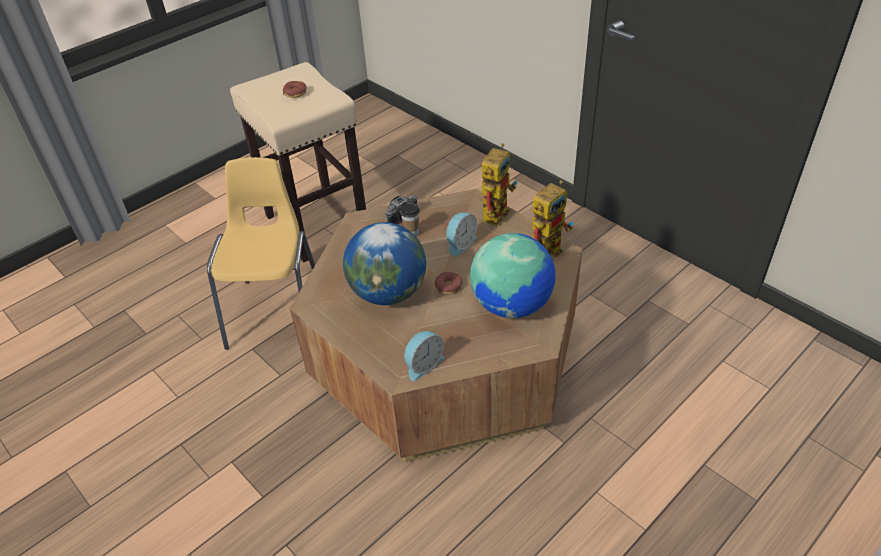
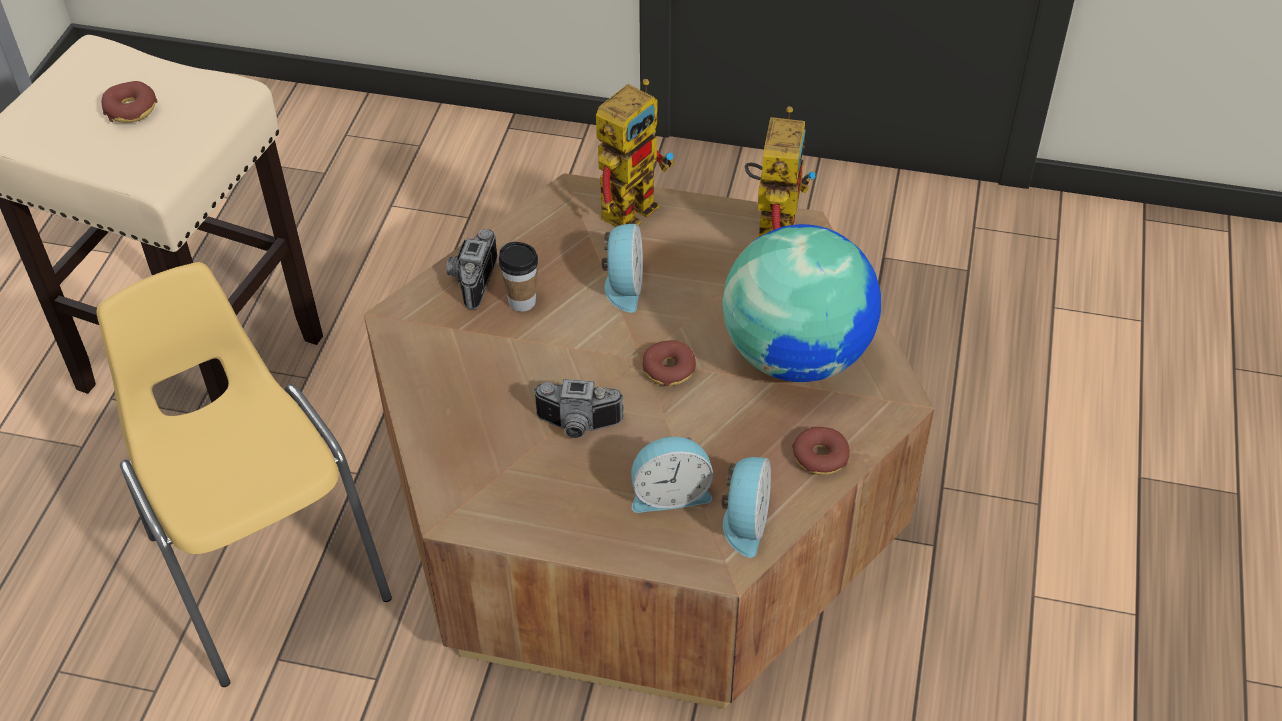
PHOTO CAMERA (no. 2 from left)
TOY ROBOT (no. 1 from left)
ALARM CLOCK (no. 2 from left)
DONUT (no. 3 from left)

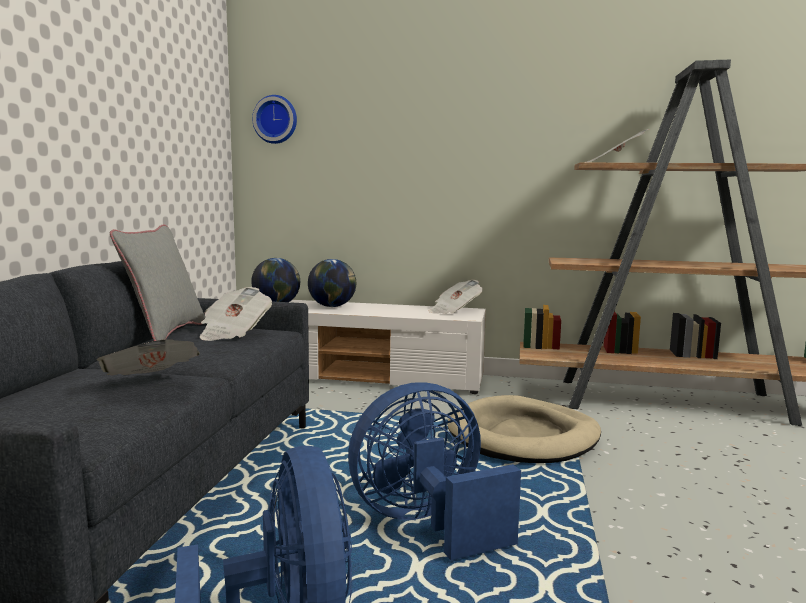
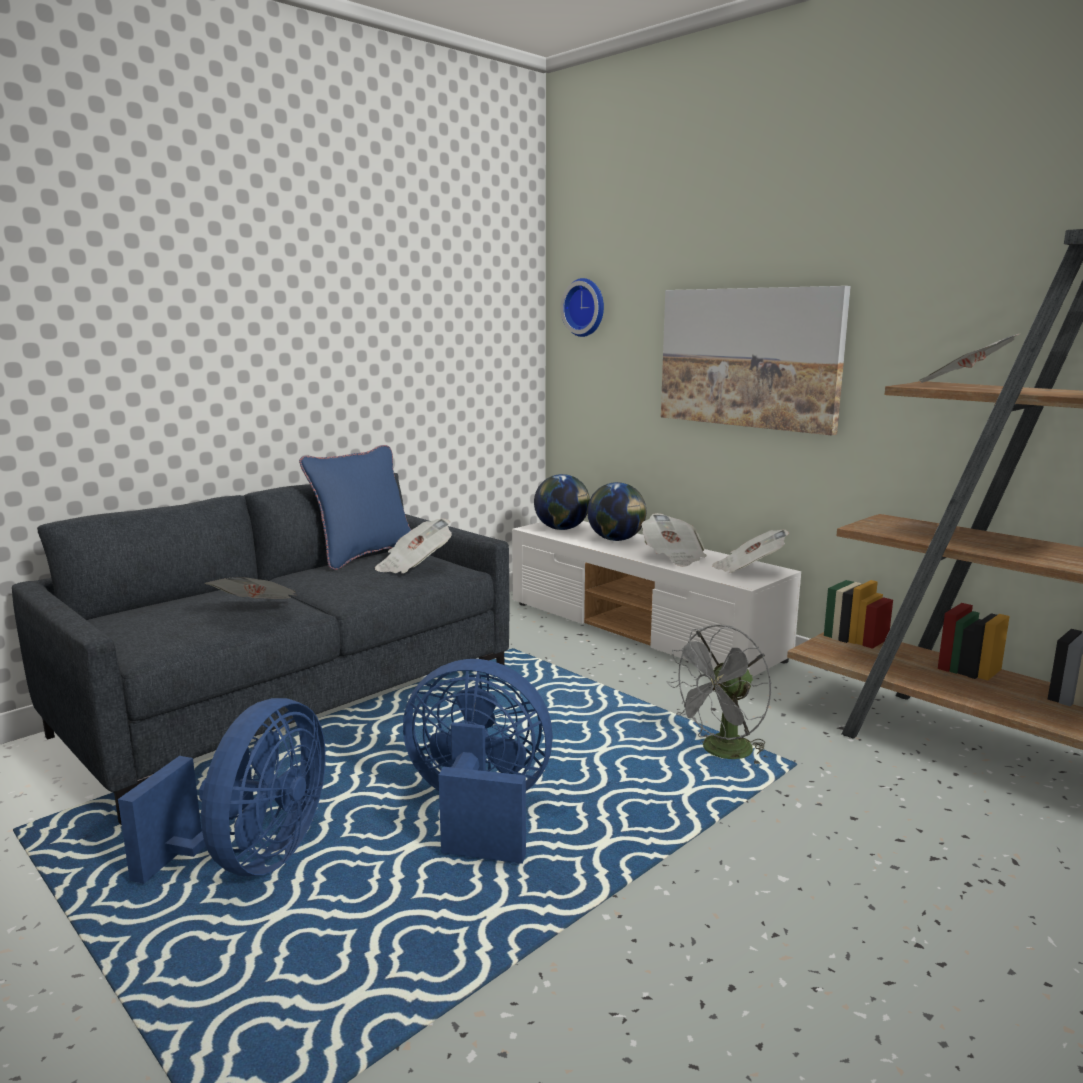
BLUE PILLOW
GREY FAN
NEWSPAPER (no. 3 from left)
PICTURE

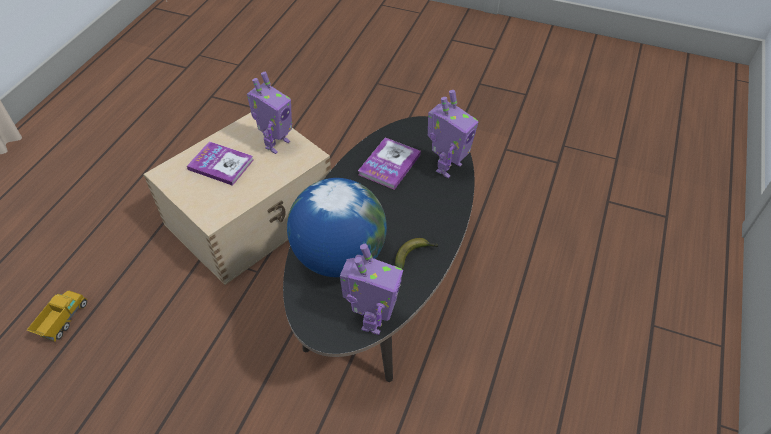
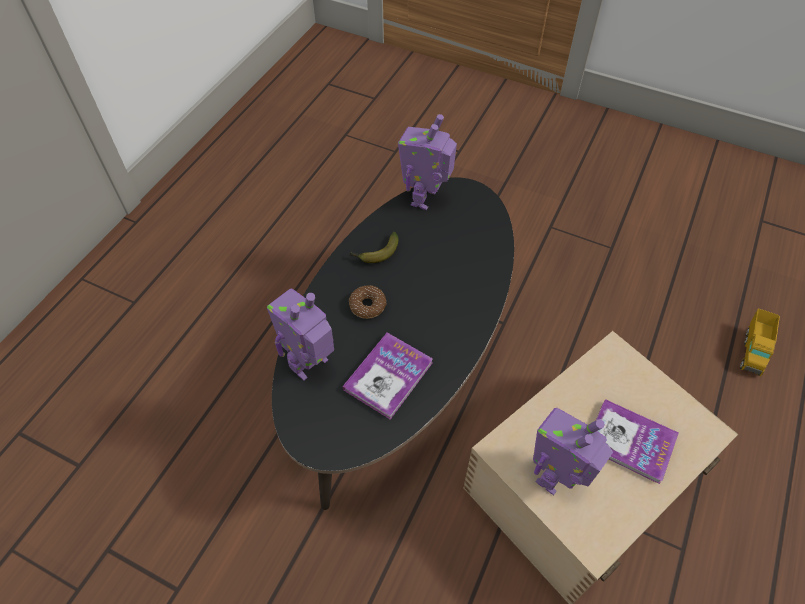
GLOBE
DONUT

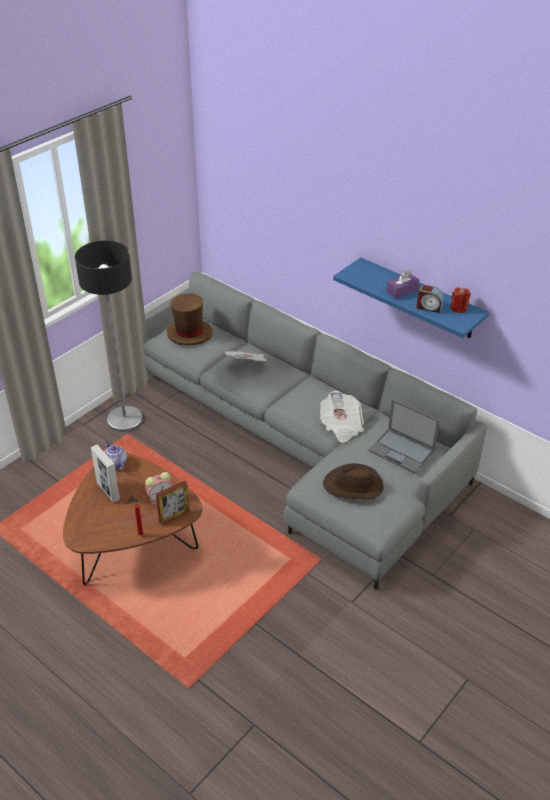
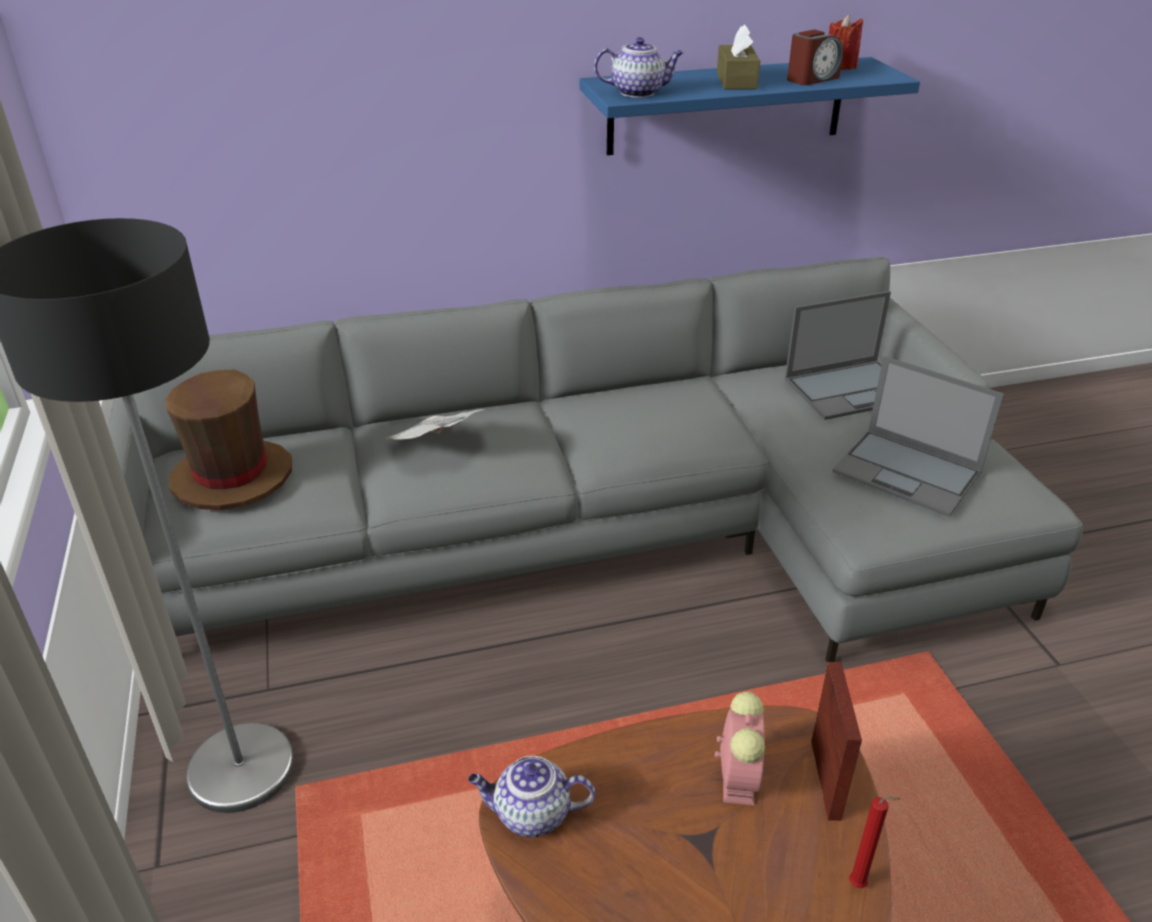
PICTURE FRAME (no. 1 from left in the first image)
NEWSPAPER (no. 2 from left in the first image)
LAPTOP (no. 2 from left)
BROWN TISSUE BOX
TEAPOT (no. 2 from left)

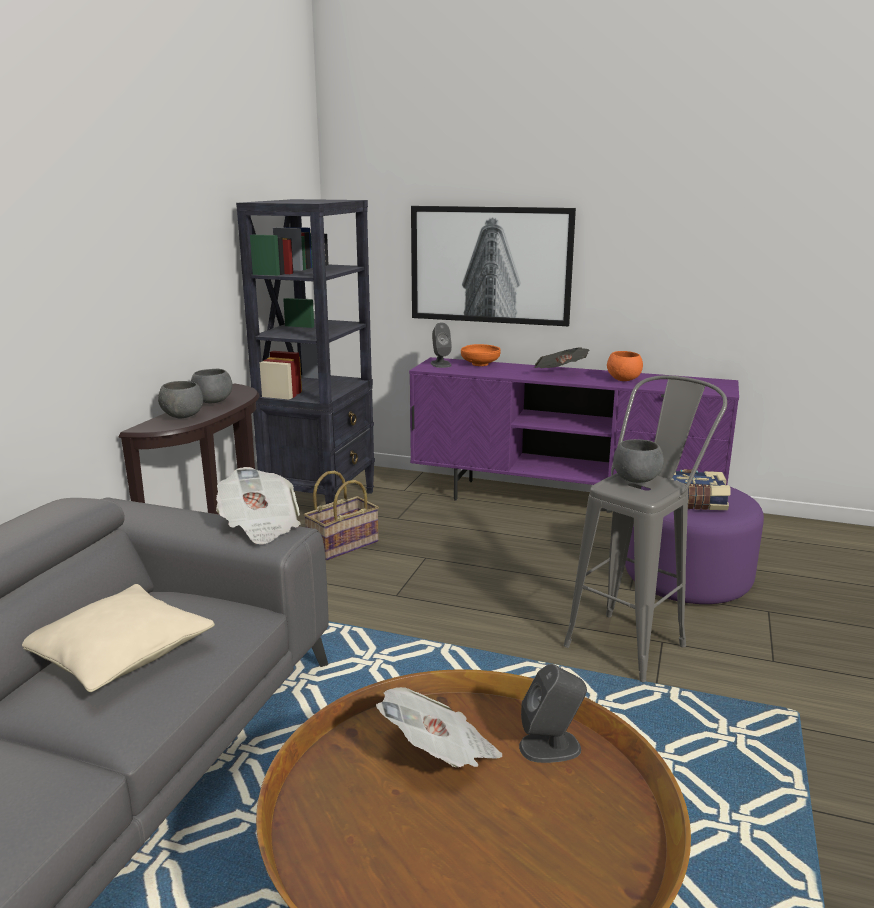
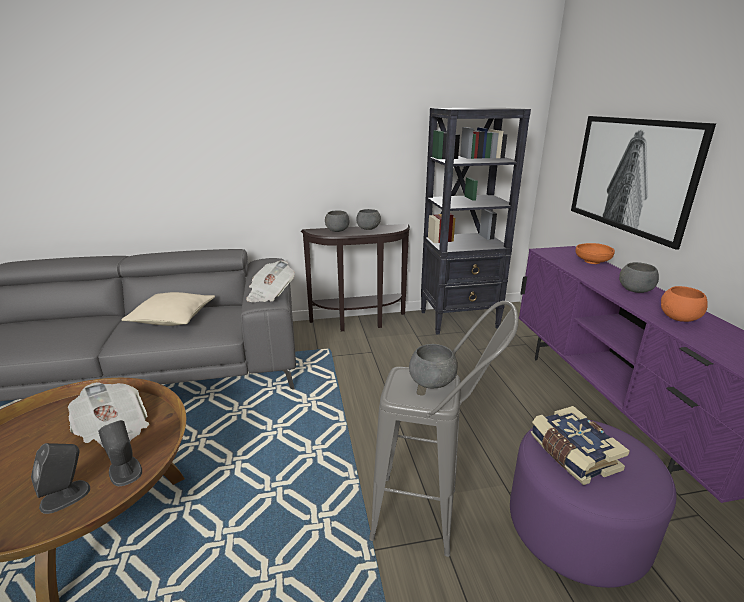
BASKET
GREY SPEAKER (no. 1 from left)
GREY BOWL (no. 4 from left)

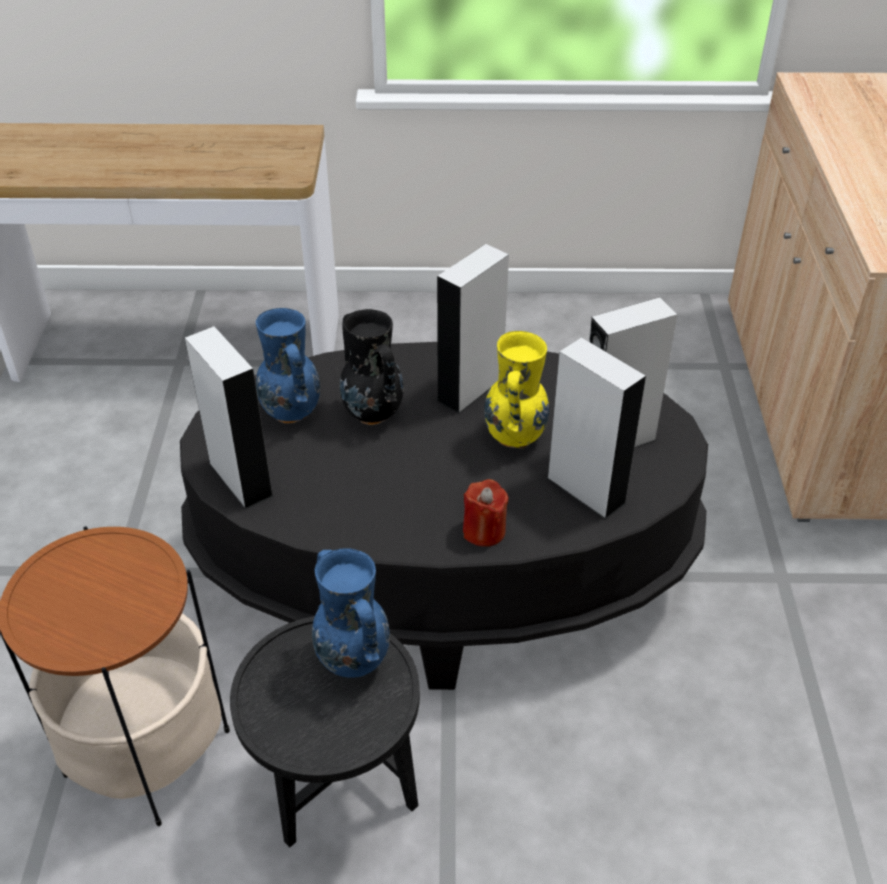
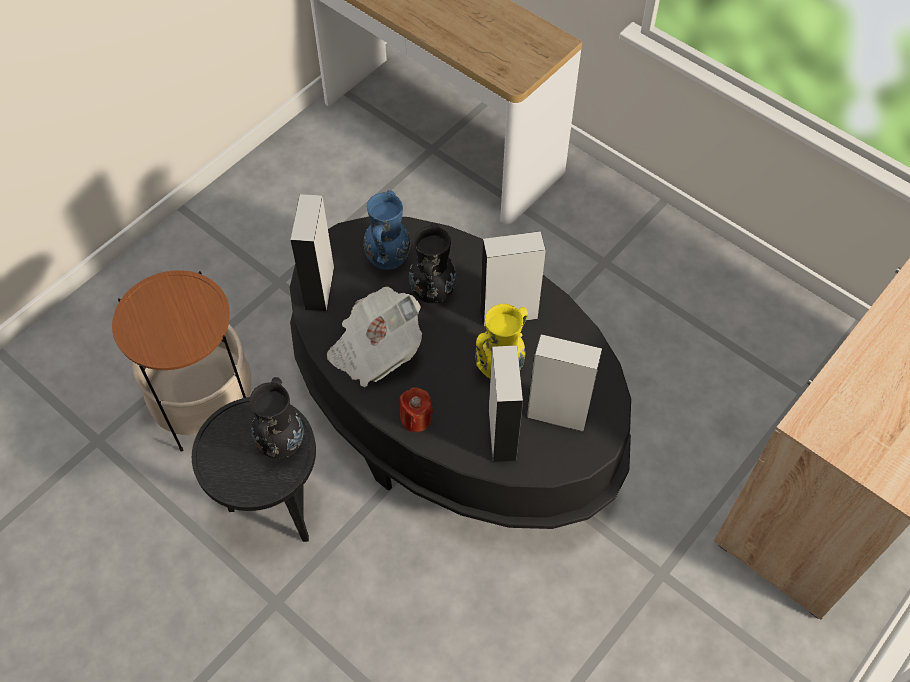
BLACK VASE (no. 1 from left)
NEWSPAPER

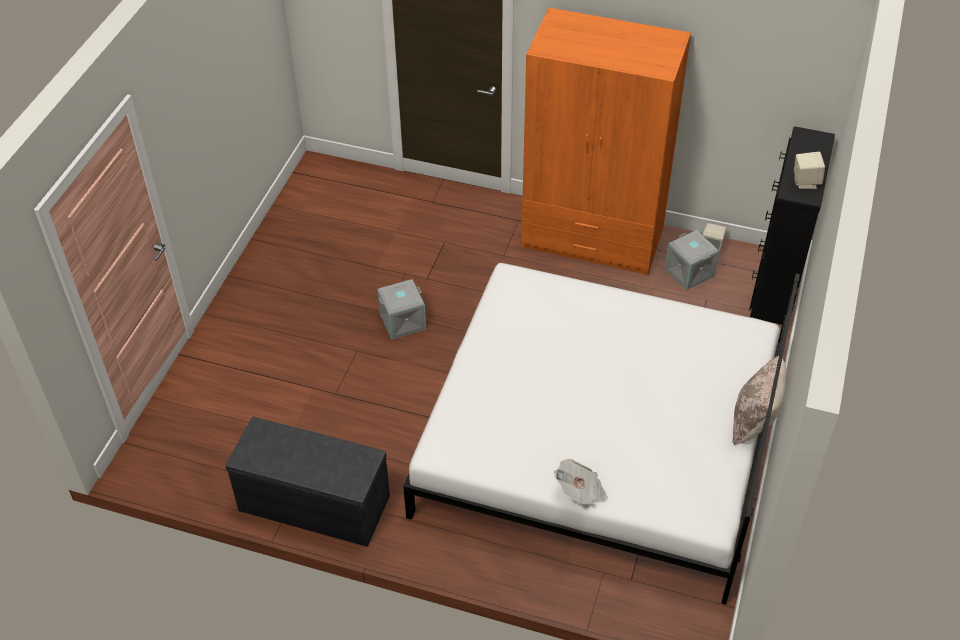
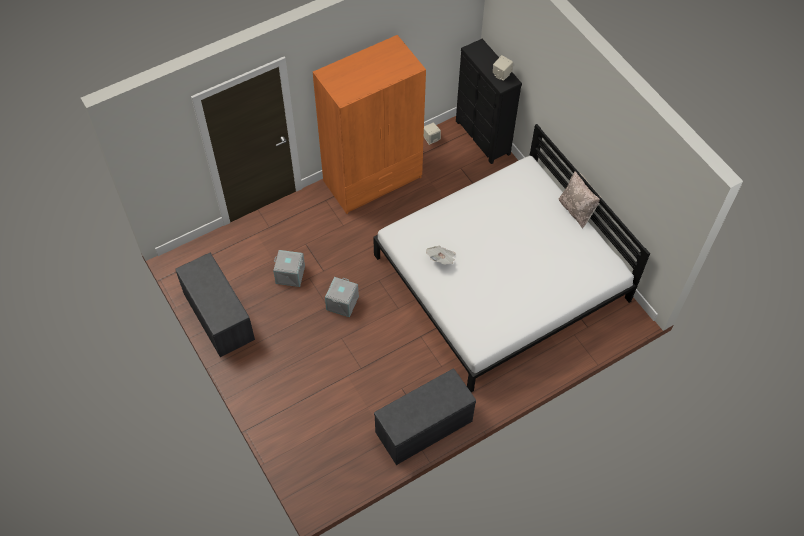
NEWSPAPER
GREY STORAGE BOX (no. 1 from left)
GREY BENCH (no. 1 from left)

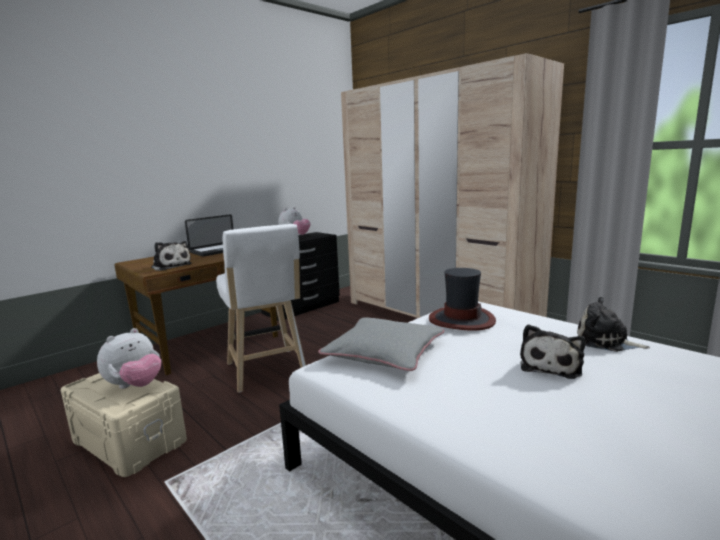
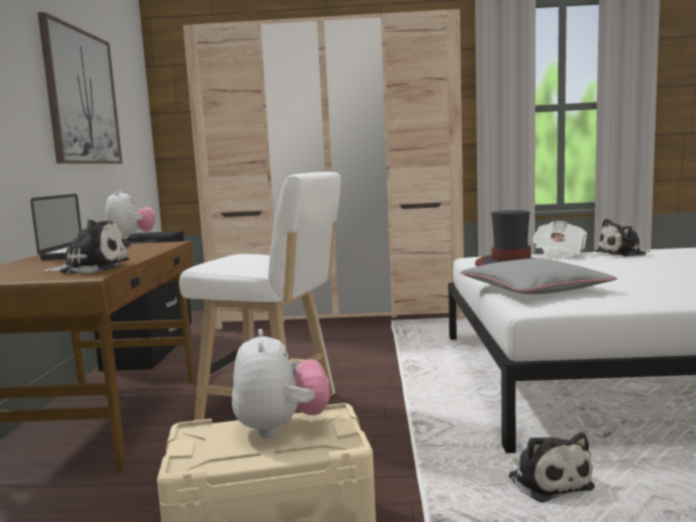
PLUSH TOY (no. 4 from left)
PICTURE
NEWSPAPER

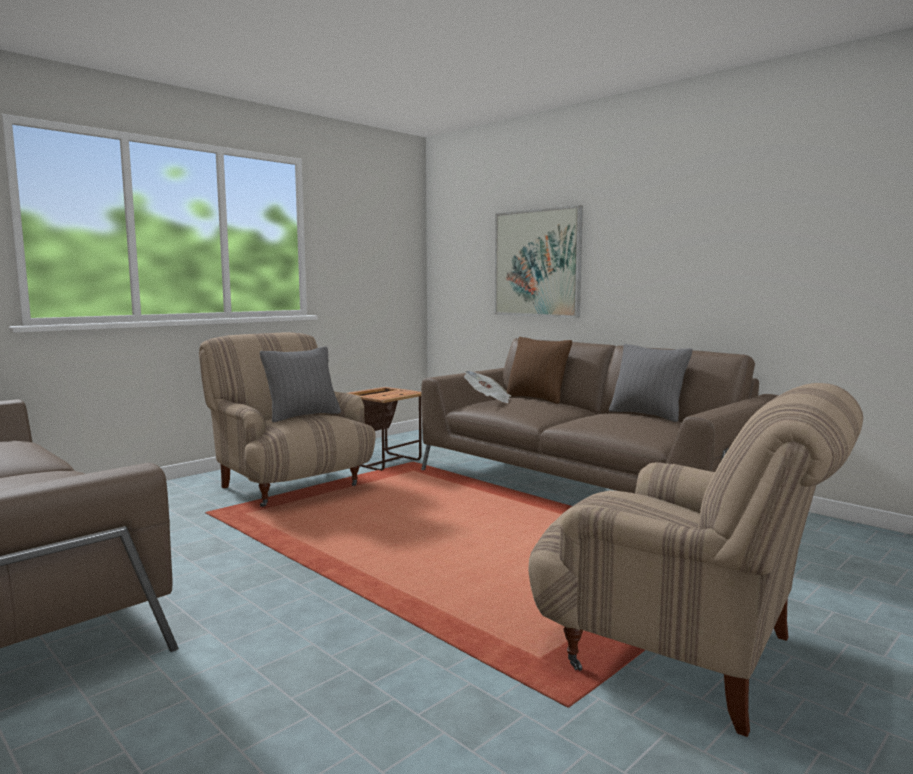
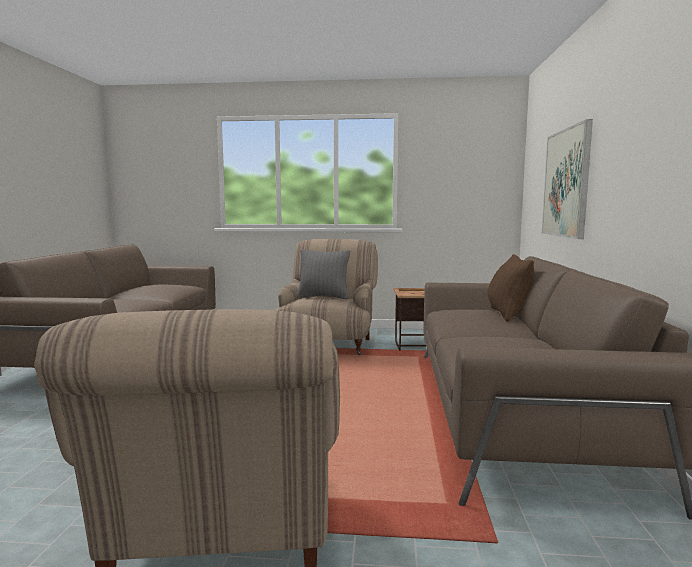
NEWSPAPER
GREY PILLOW (no. 2 from left in the first image)

